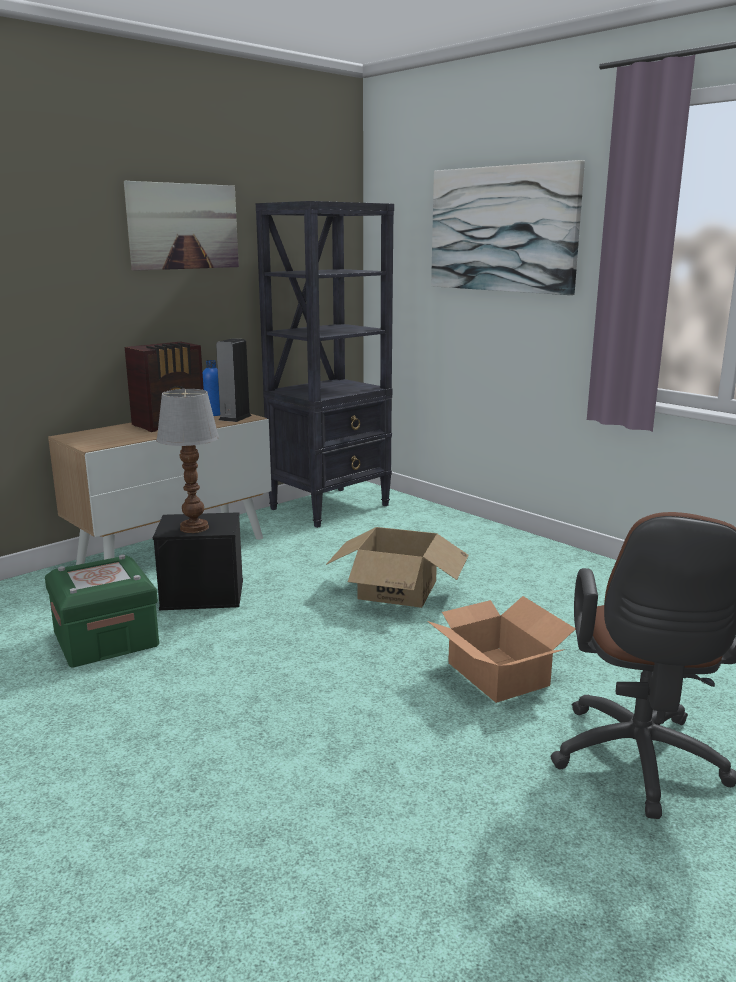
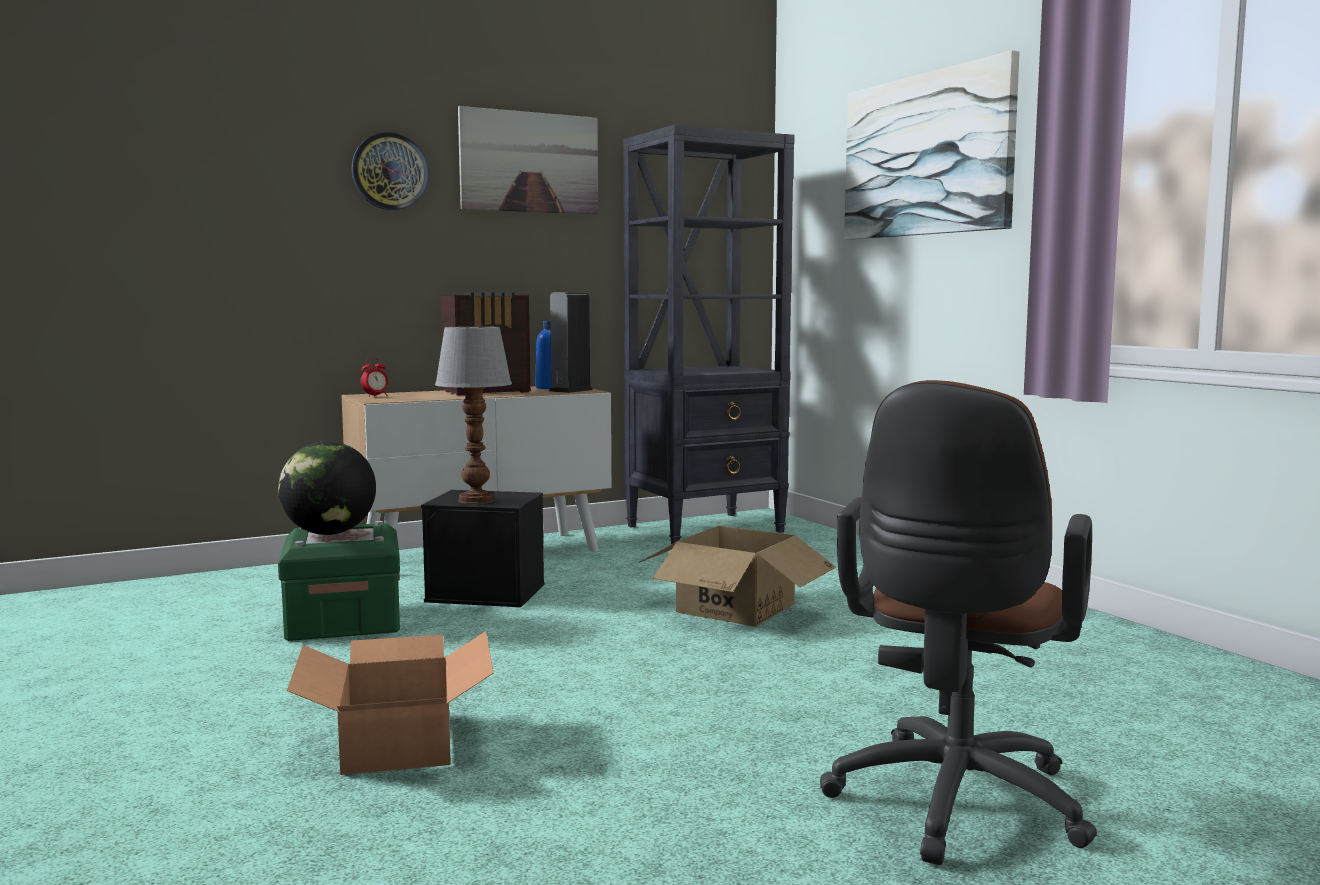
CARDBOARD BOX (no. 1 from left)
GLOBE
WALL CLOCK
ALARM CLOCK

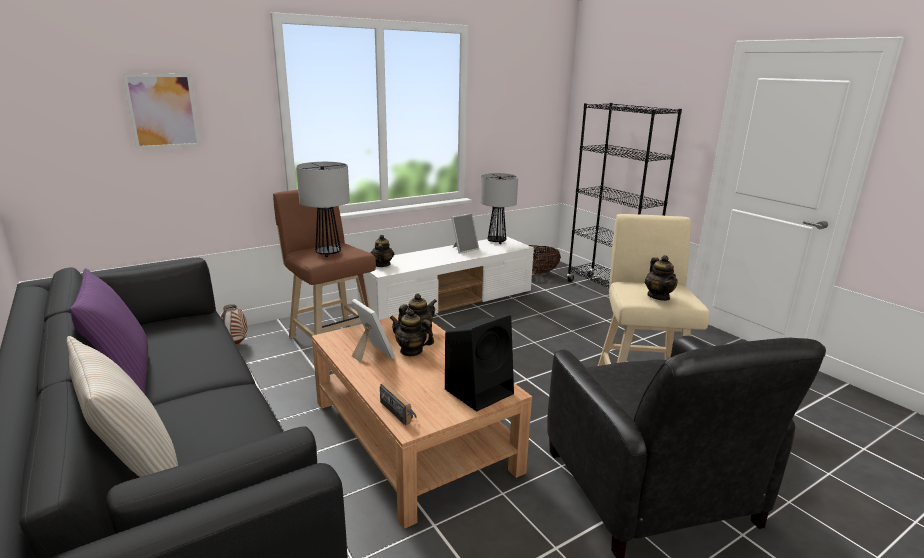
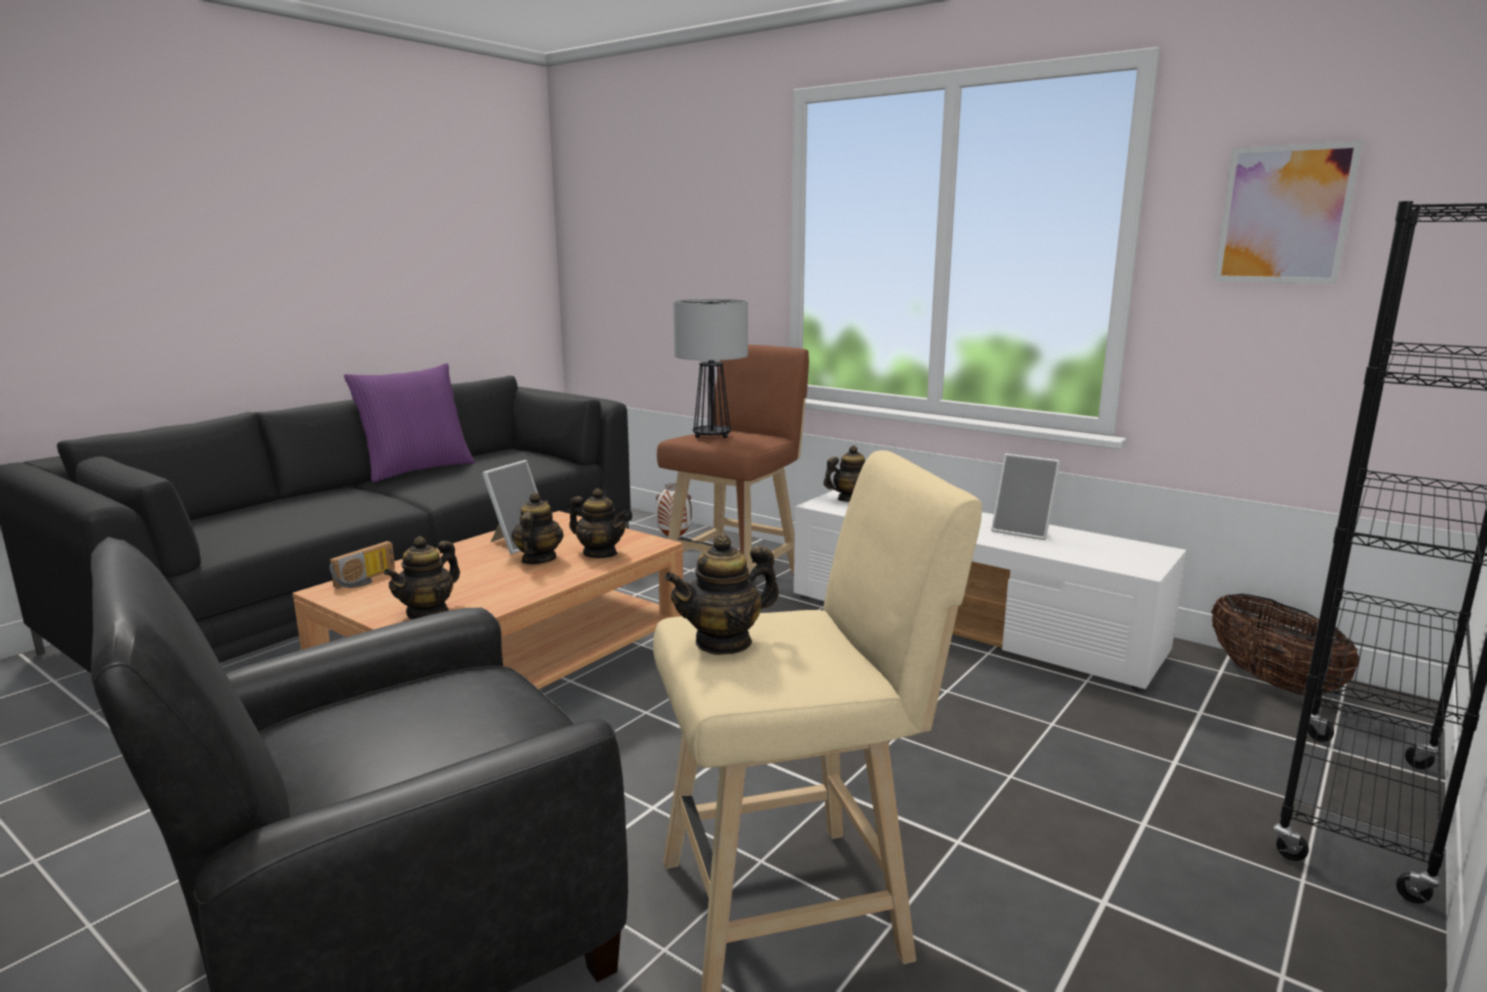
BEIGE PILLOW
PICTURE
TEAPOT (no. 1 from left)
TABLE LAMP (no. 2 from left in the first image)

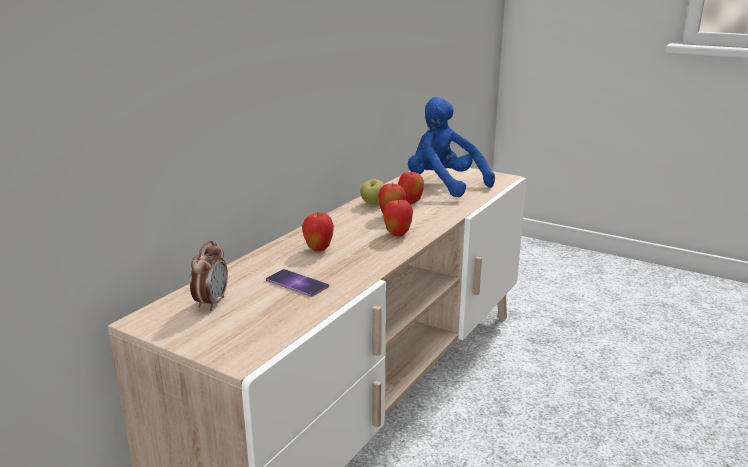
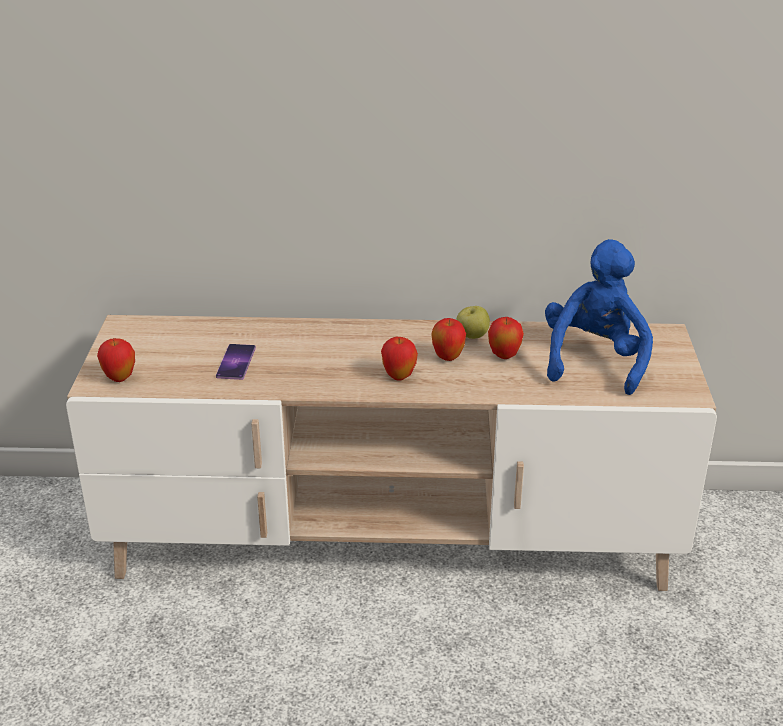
ALARM CLOCK
APPLE (no. 1 from left)

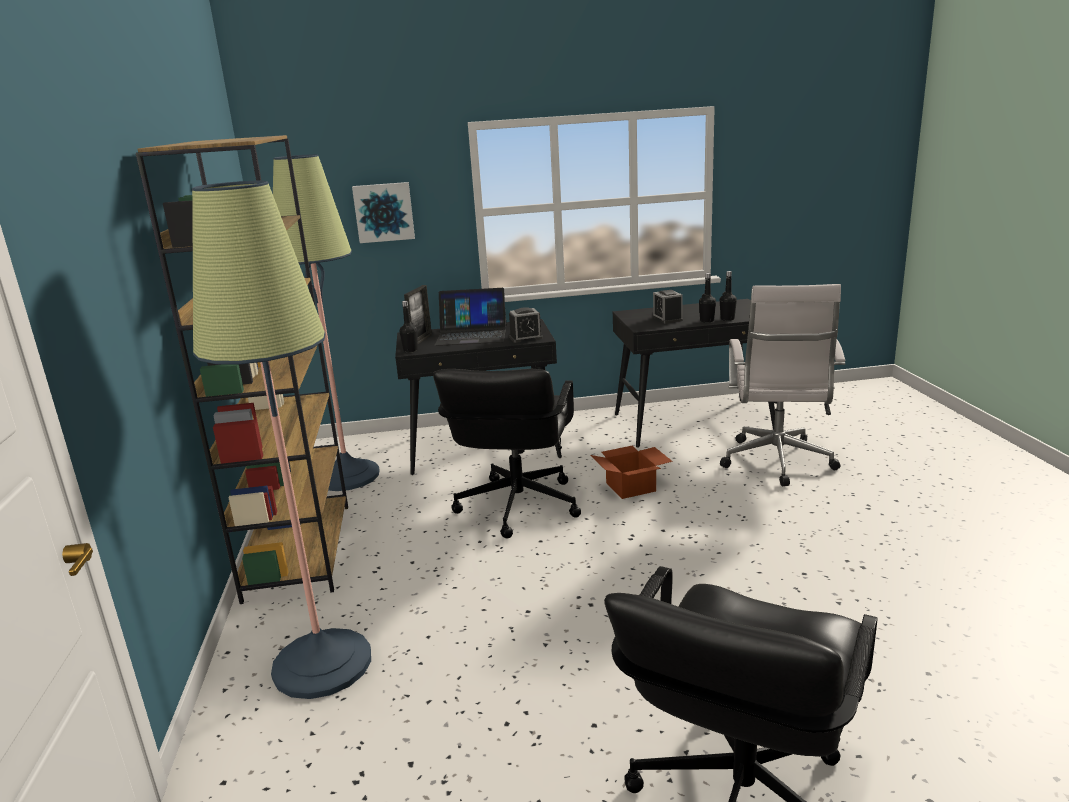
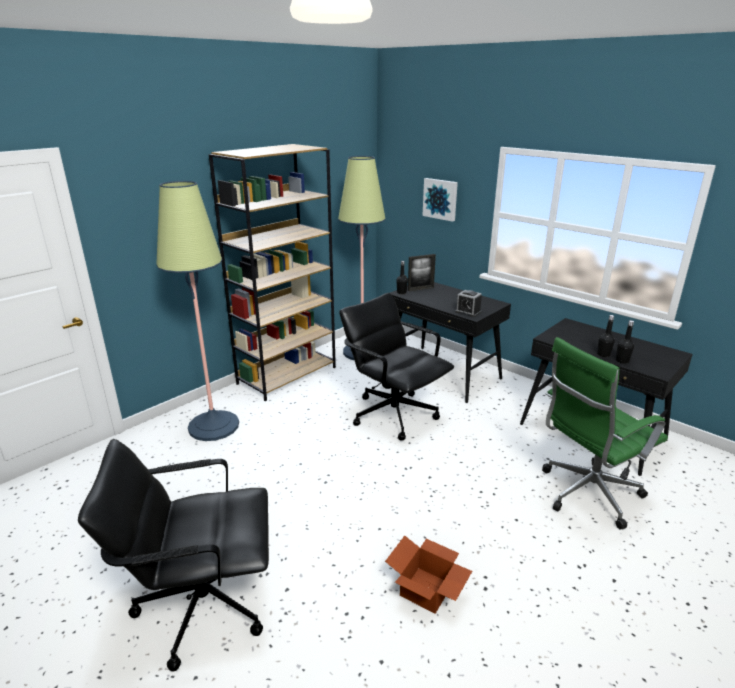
BLACK OFFICE CHAIR (no. 2 from left)
LAPTOP
CARDBOARD BOX
ALARM CLOCK (no. 2 from left in the first image)
GREEN OFFICE CHAIR

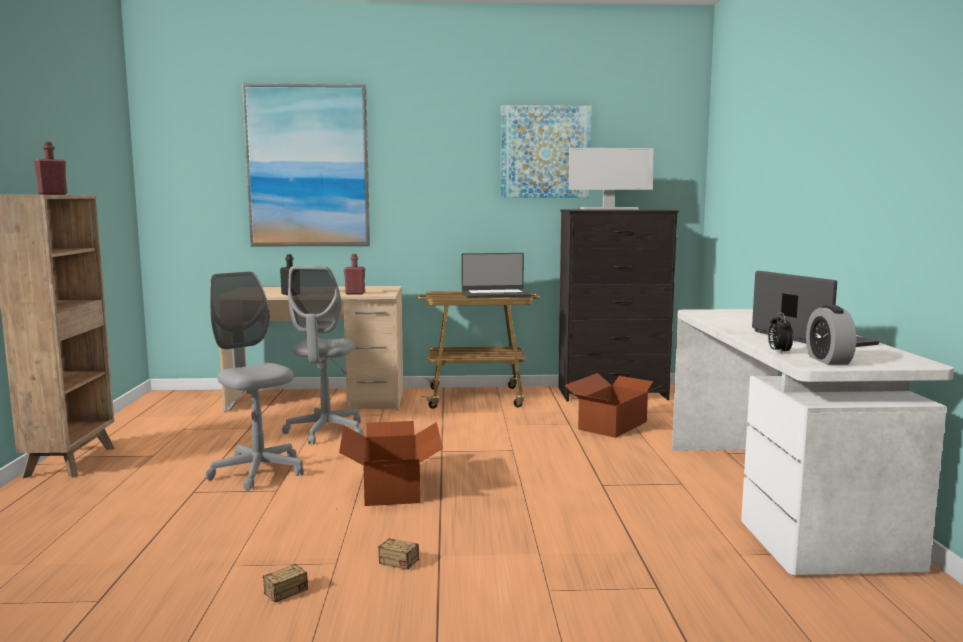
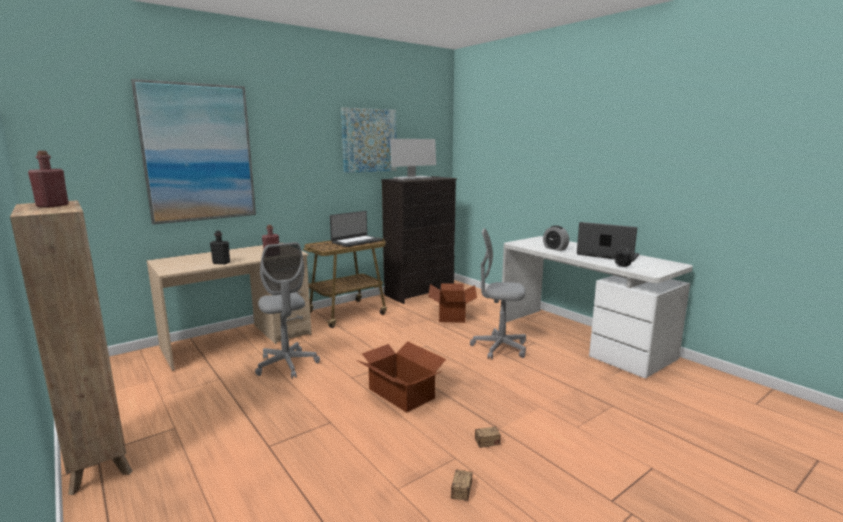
GREY OFFICE CHAIR (no. 2 from left)
ALARM CLOCK (no. 1 from left)

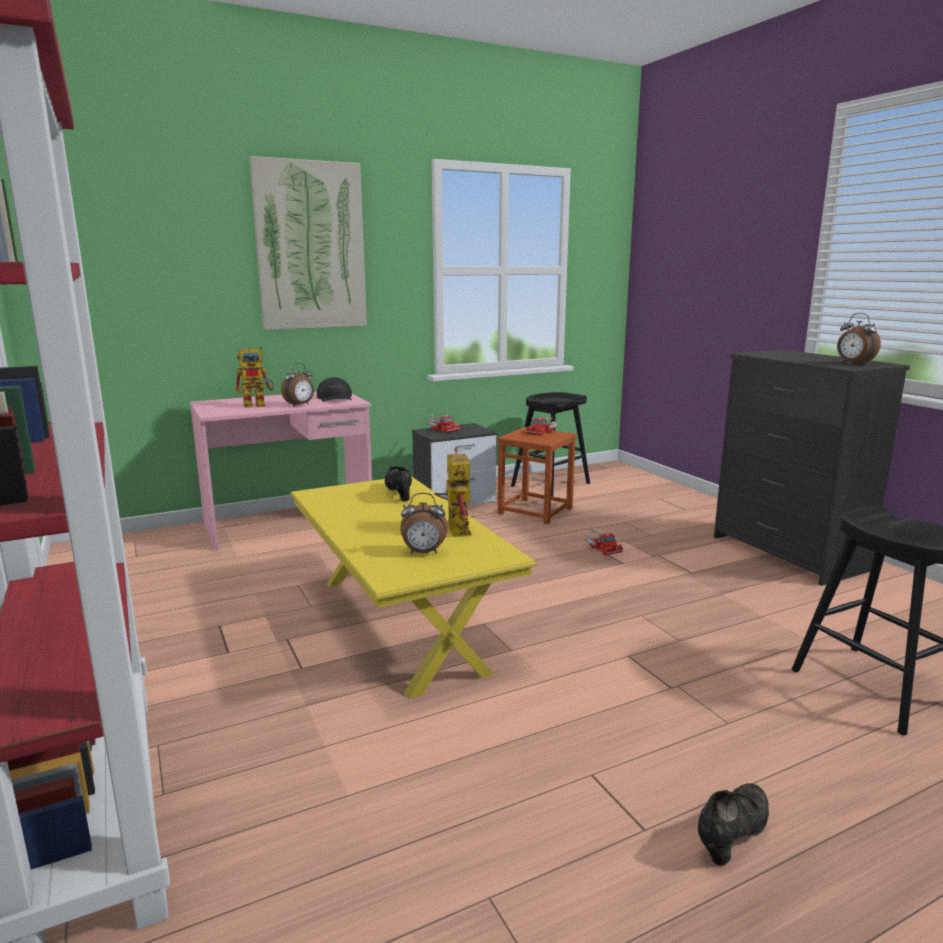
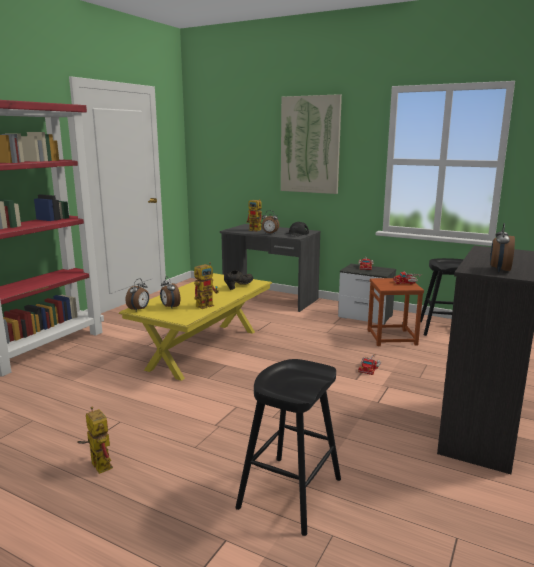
GREY DESK
TOY ROBOT (no. 1 from left)
ALARM CLOCK (no. 1 from left)

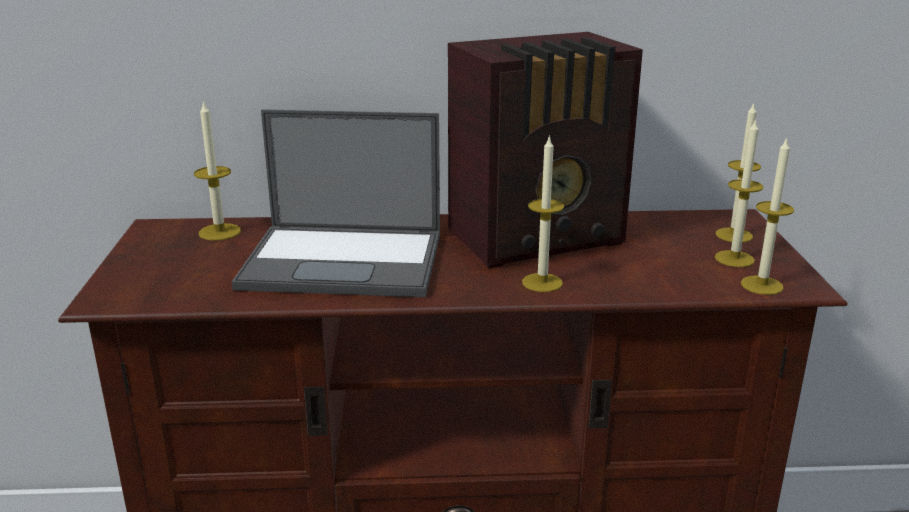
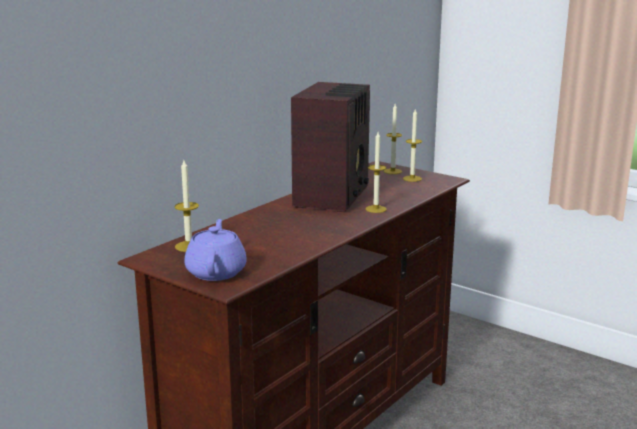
LAPTOP
CANDLE (no. 5 from left in the first image)
PURPLE TEAPOT

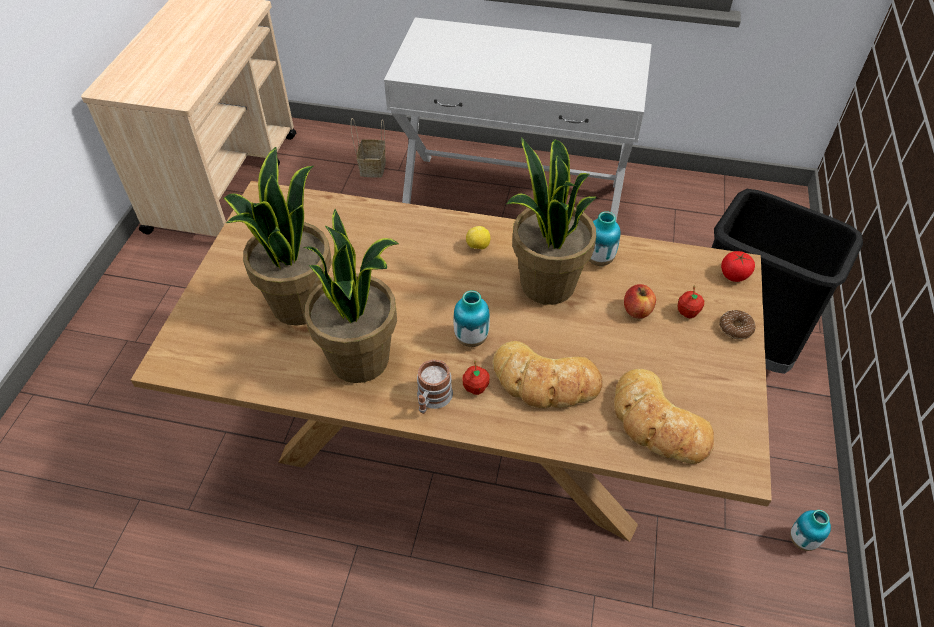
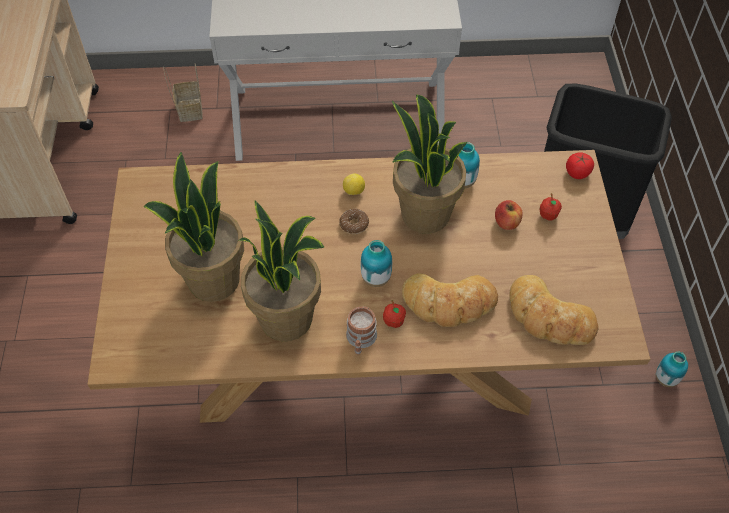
DONUT

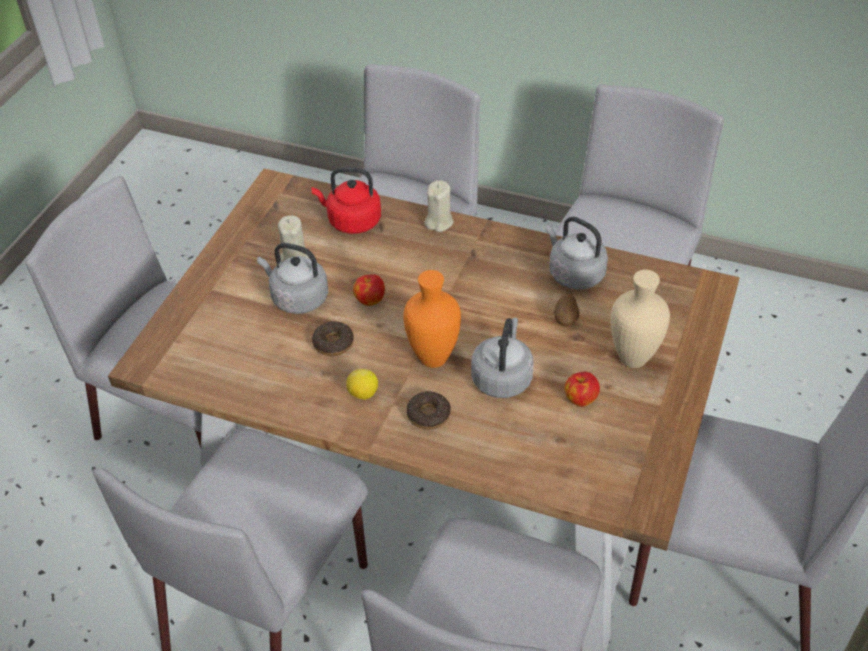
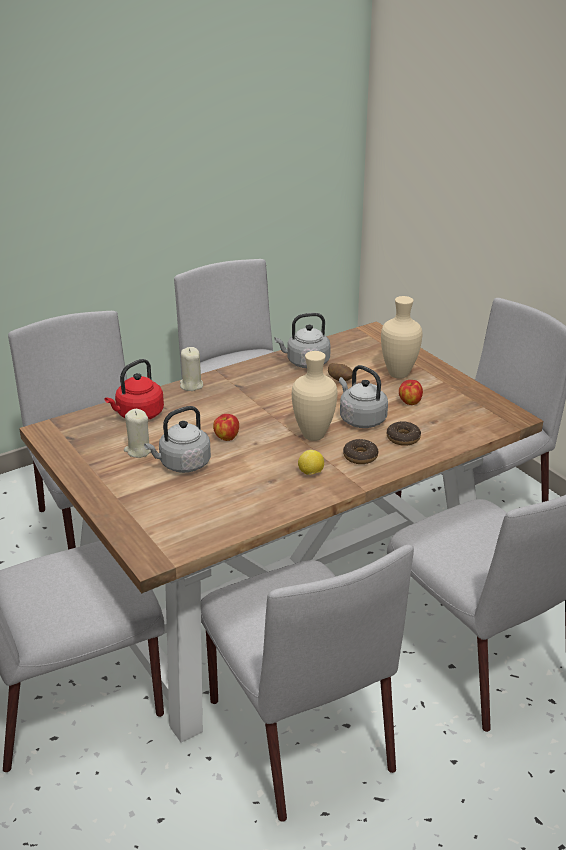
DONUT (no. 2 from left)
BEIGE VASE (no. 1 from left)

